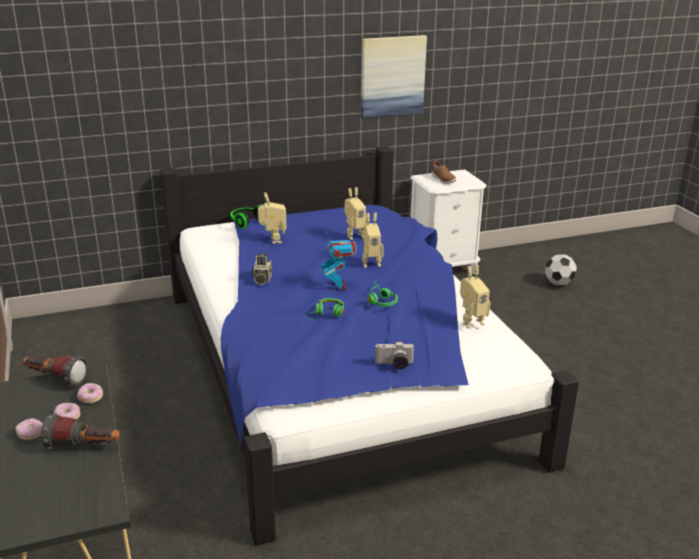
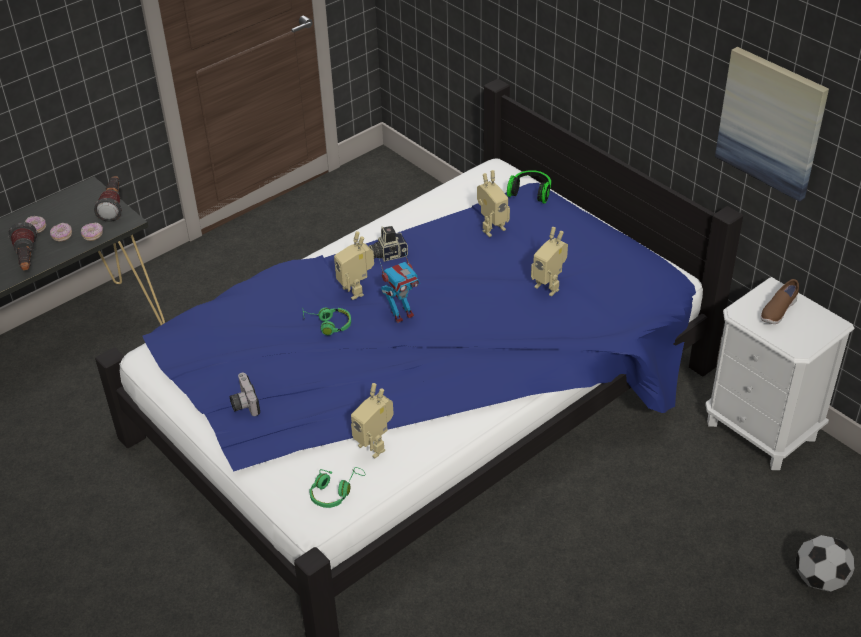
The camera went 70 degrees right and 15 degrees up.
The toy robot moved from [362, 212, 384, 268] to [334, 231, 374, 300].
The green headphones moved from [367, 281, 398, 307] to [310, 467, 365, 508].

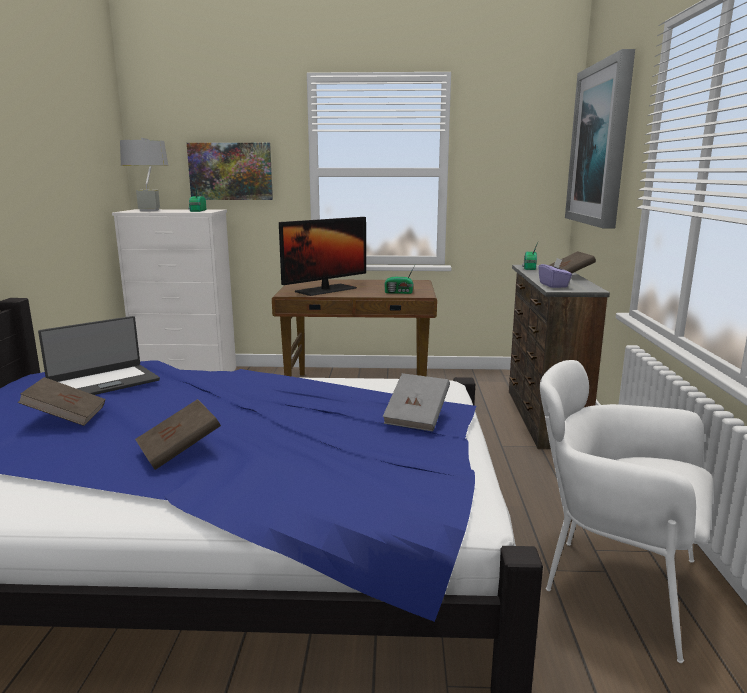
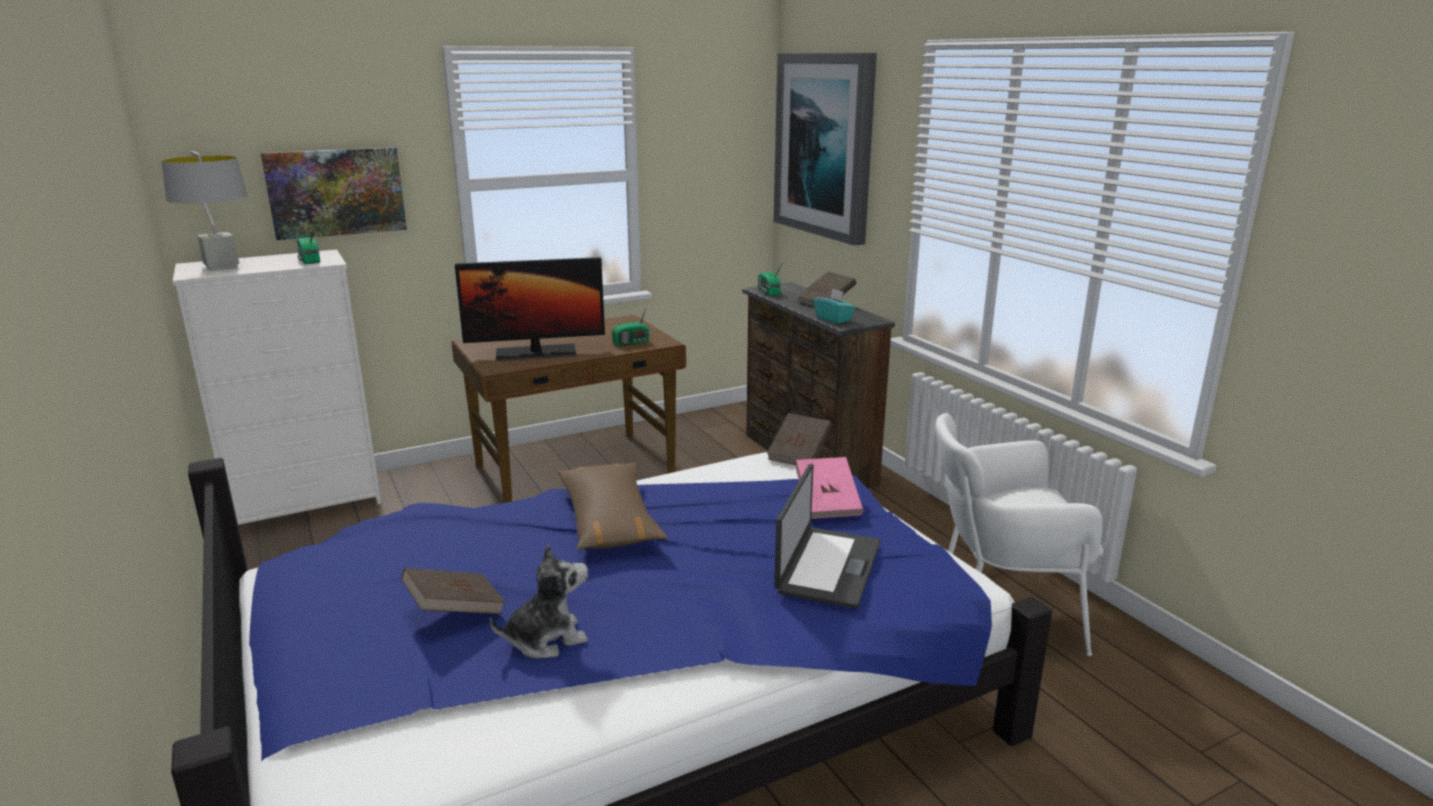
The camera went 30 degrees left and 5 degrees up.
The monitor at [279, 217, 366, 296] turned 60 degrees clockwise.
The purple tissue box at [538, 258, 572, 288] became the turquoise tissue box at [813, 289, 856, 324].
The laptop moved from [38, 316, 160, 395] to [774, 464, 881, 608].
The grey book at [383, 373, 450, 432] became the pink book at [795, 457, 864, 519].
The brown book moved from [135, 399, 221, 470] to [767, 413, 832, 465].
The brown pillow at [558, 462, 668, 549] appeared.
The plush toy at [489, 545, 588, 659] appeared.

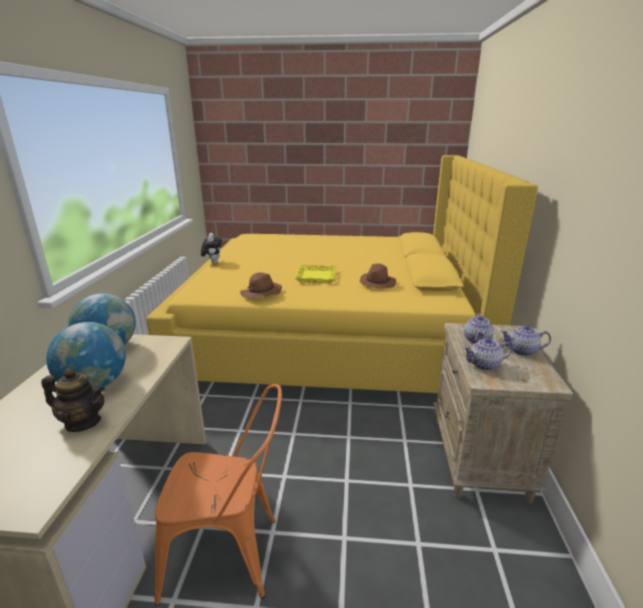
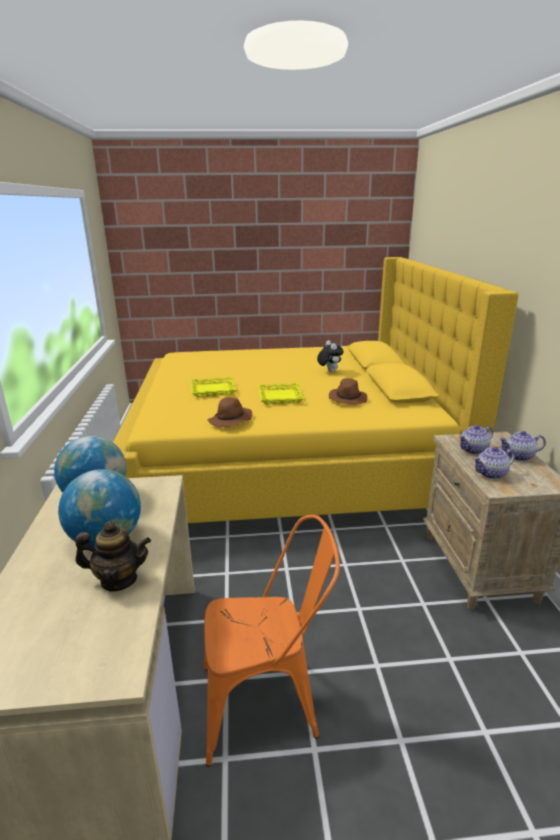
The camera went 10 degrees left and 0 degrees up.
The plush toy moved from [201, 233, 222, 264] to [317, 341, 343, 373].
The teapot at [464, 313, 494, 344] turned 60 degrees clockwise.
The yellow tray at [190, 376, 237, 397] appeared.

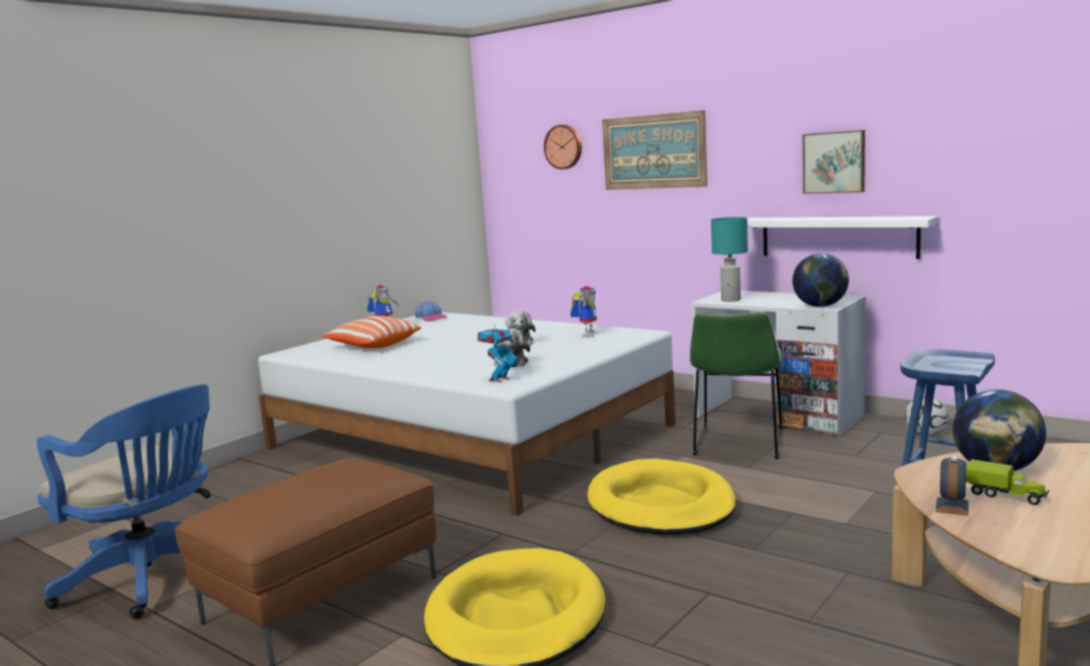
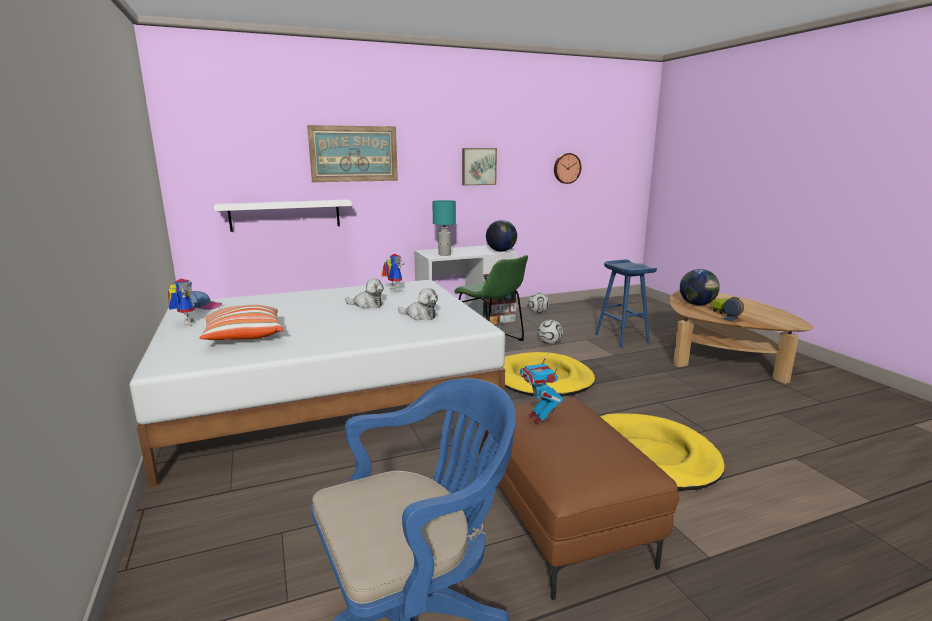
The camera went 60 degrees left and 5 degrees up.
The wall clock moved from [544, 125, 582, 169] to [554, 153, 581, 184].
The white shelf moved from [747, 216, 938, 259] to [214, 200, 352, 232].
The toy robot moved from [477, 320, 517, 382] to [520, 352, 563, 424].
The football at [538, 320, 563, 344] appeared.

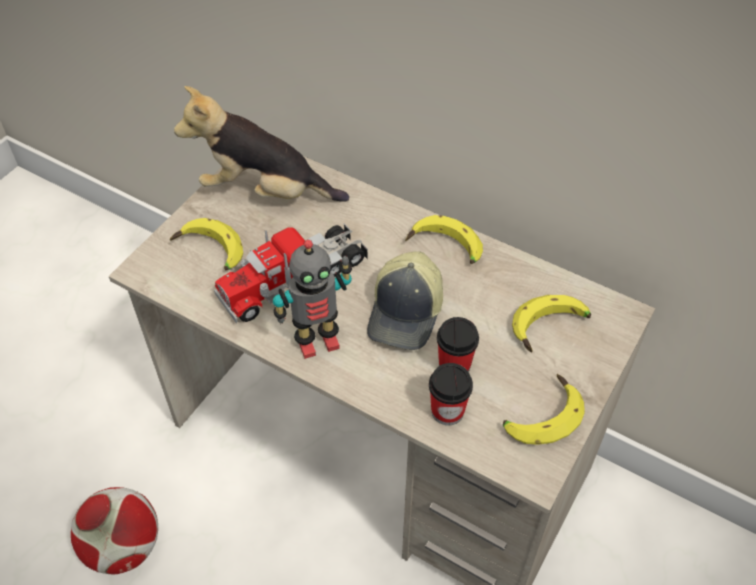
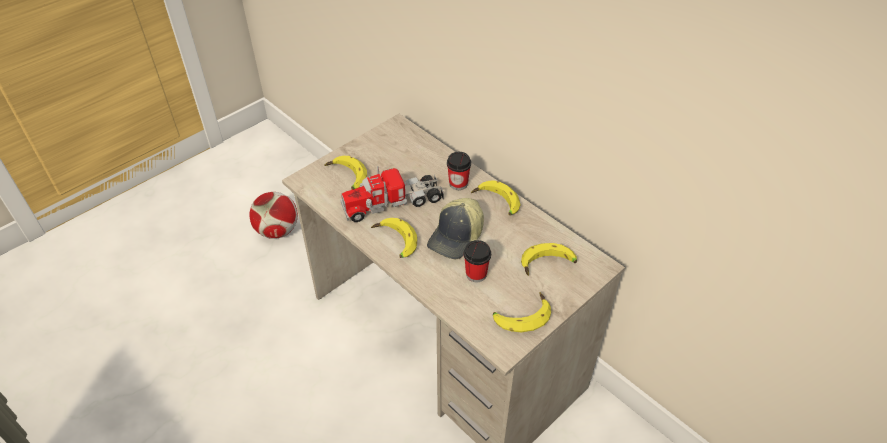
The camera went 15 degrees right and 5 degrees down.
The plush toy at [174, 86, 349, 202] disappeared.
The toy robot at [273, 240, 352, 359] was replaced by the banana at [371, 218, 417, 258].
The cup moved from [429, 363, 473, 426] to [447, 152, 471, 190].
The football moved from [71, 487, 158, 574] to [249, 192, 298, 239].

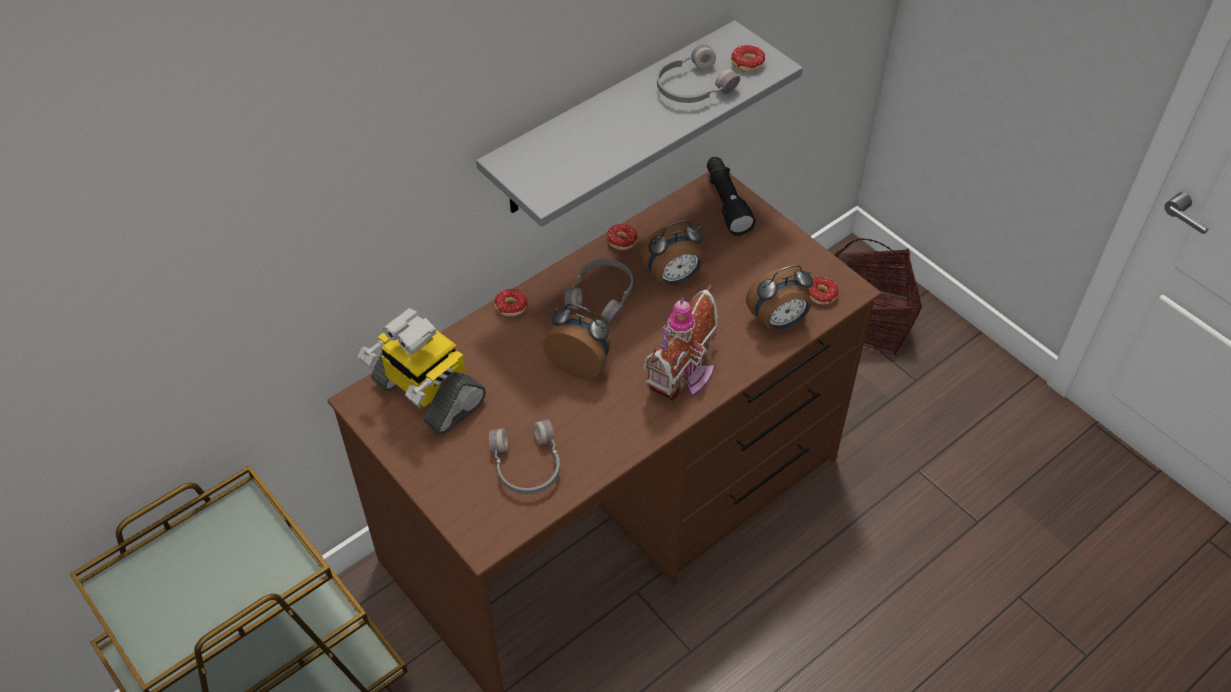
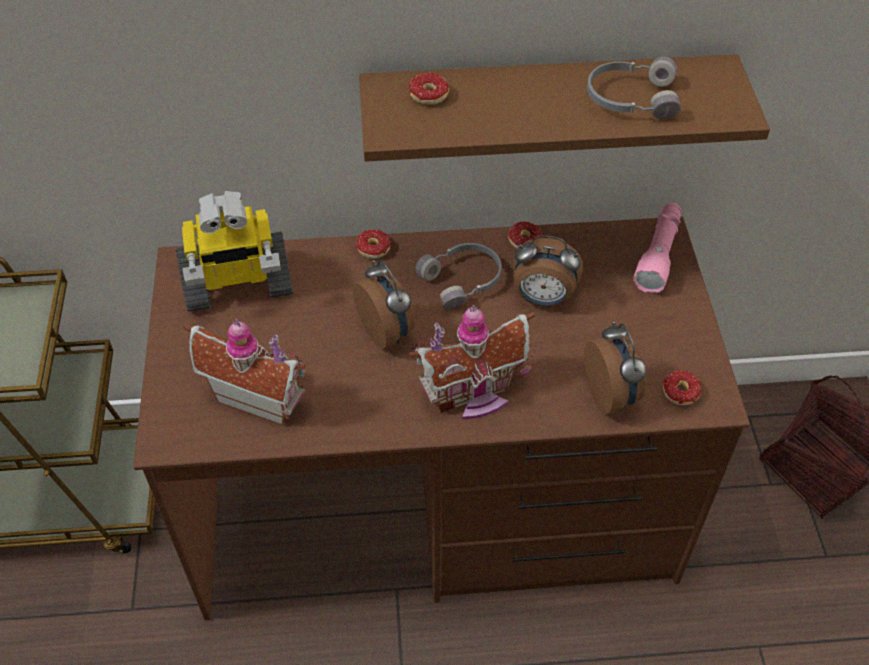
The camera went 35 degrees right and 0 degrees up.
The grey shelf at [476, 20, 803, 227] became the brown shelf at [359, 54, 770, 162].
The donut moved from [731, 45, 765, 72] to [409, 73, 449, 105].
The black flashlight at [707, 157, 756, 236] became the pink flashlight at [633, 203, 682, 293].
The alarm clock at [746, 265, 814, 330] turned 120 degrees counterclockwise.
The toy robot at [358, 308, 486, 435] turned 90 degrees counterclockwise.
The grey headphones at [489, 419, 560, 494] was replaced by the toy house at [183, 319, 306, 425].

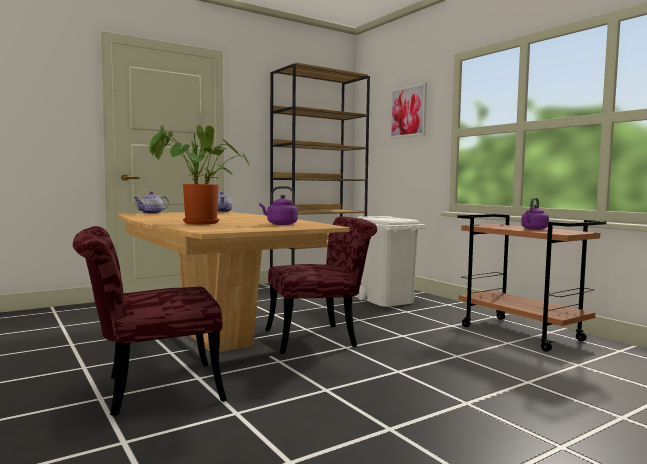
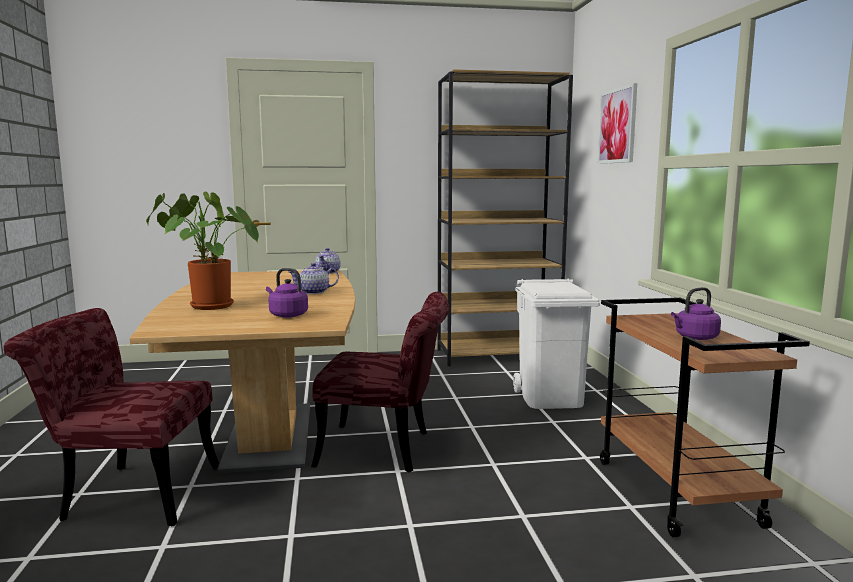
The camera went 25 degrees right and 5 degrees up.
The teapot moved from [133, 192, 169, 214] to [288, 263, 339, 294].

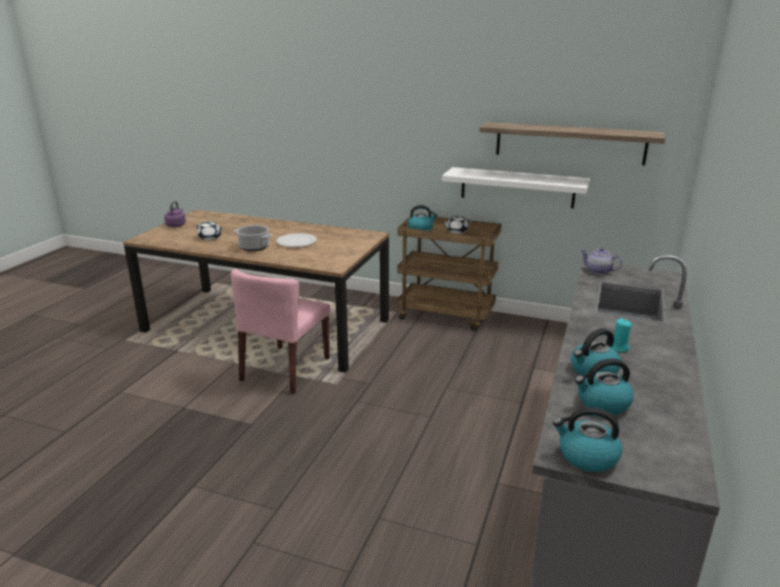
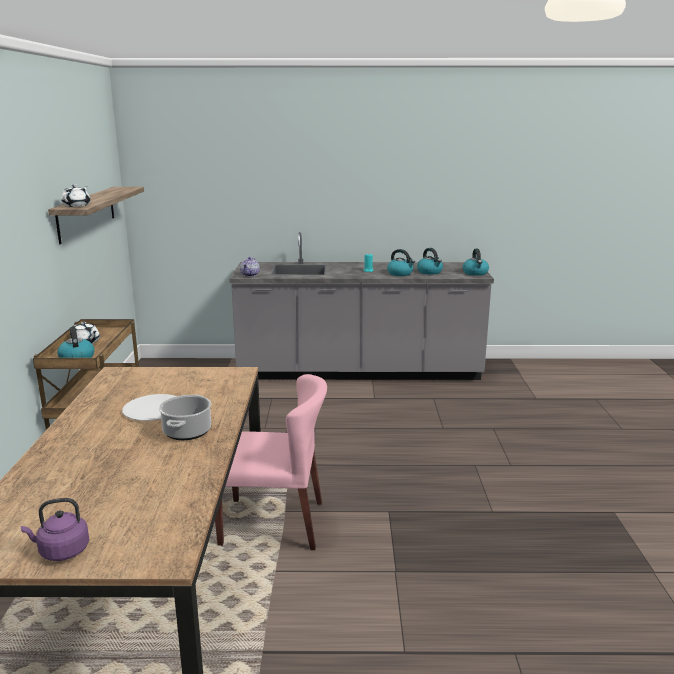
The camera went 110 degrees left and 5 degrees down.
The white shelf at [442, 167, 590, 208] disappeared.
The white teapot moved from [196, 220, 223, 240] to [61, 184, 90, 207].

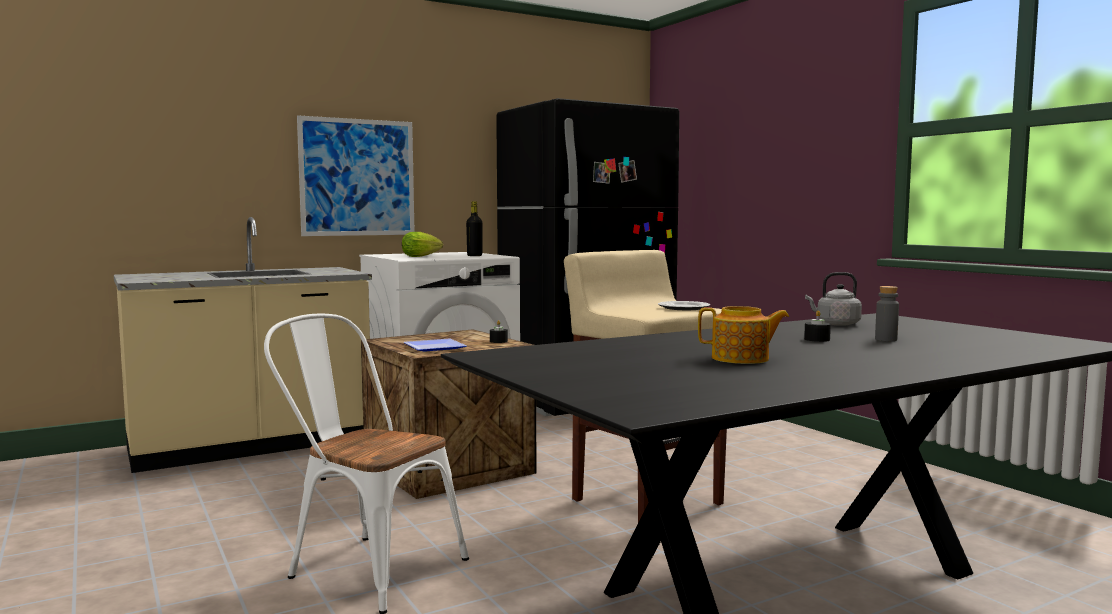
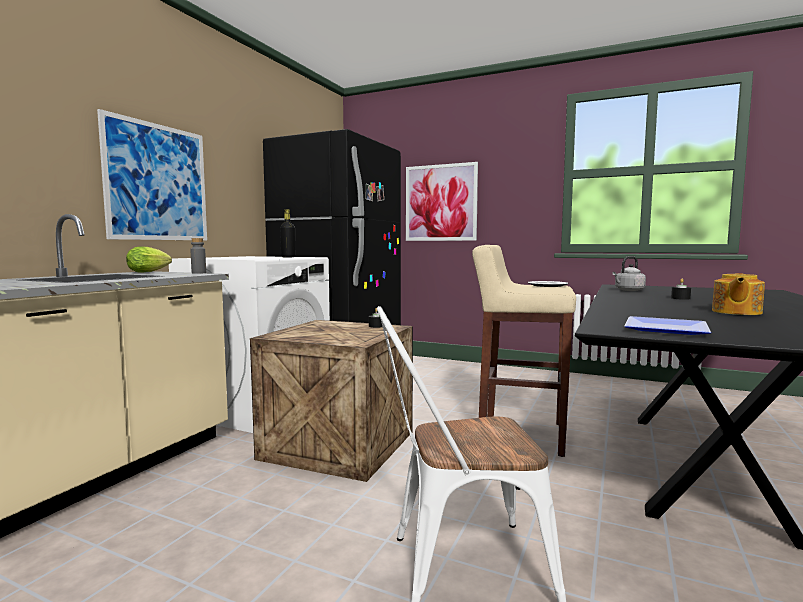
The camera went 35 degrees left and 0 degrees up.
The lettuce moved from [402, 232, 443, 257] to [126, 247, 172, 273].
The grey bottle moved from [875, 286, 899, 341] to [190, 238, 206, 274].
The teapot at [698, 306, 789, 364] turned 150 degrees clockwise.
The plate moved from [404, 339, 467, 351] to [624, 316, 711, 335].
The picture at [406, 162, 478, 241] appeared.

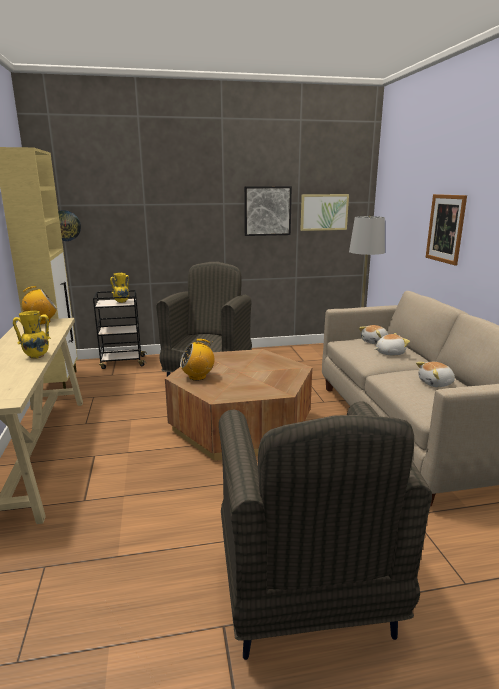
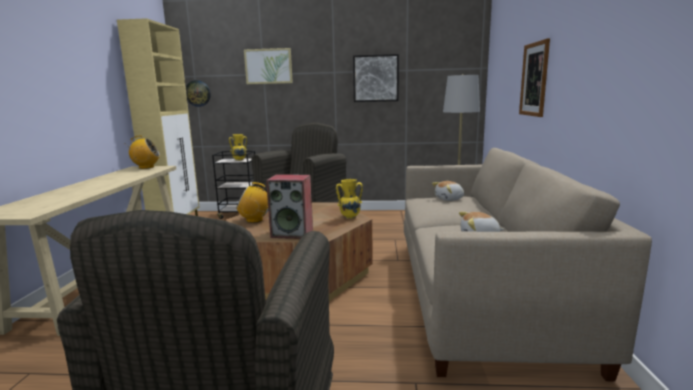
The camera went 15 degrees right and 5 degrees down.
The picture moved from [300, 194, 349, 231] to [244, 48, 293, 84].
The yellow vase moved from [13, 311, 51, 359] to [336, 179, 363, 219].
The plush toy at [375, 333, 410, 355] disappeared.
The speaker at [266, 174, 313, 239] appeared.

